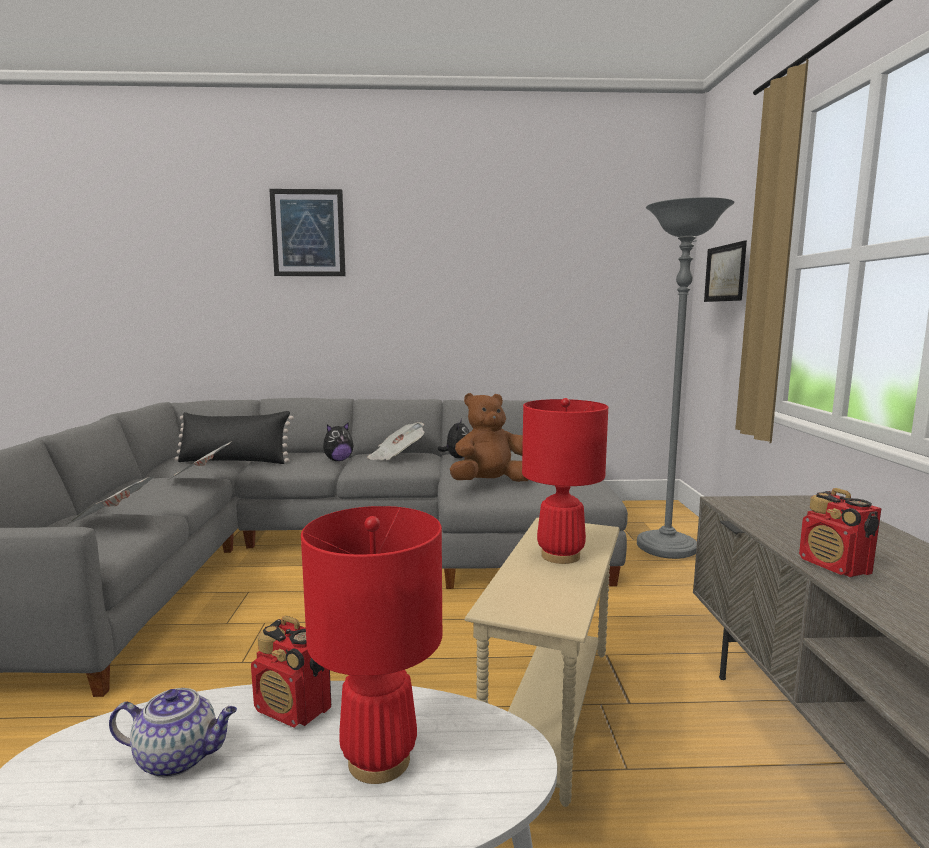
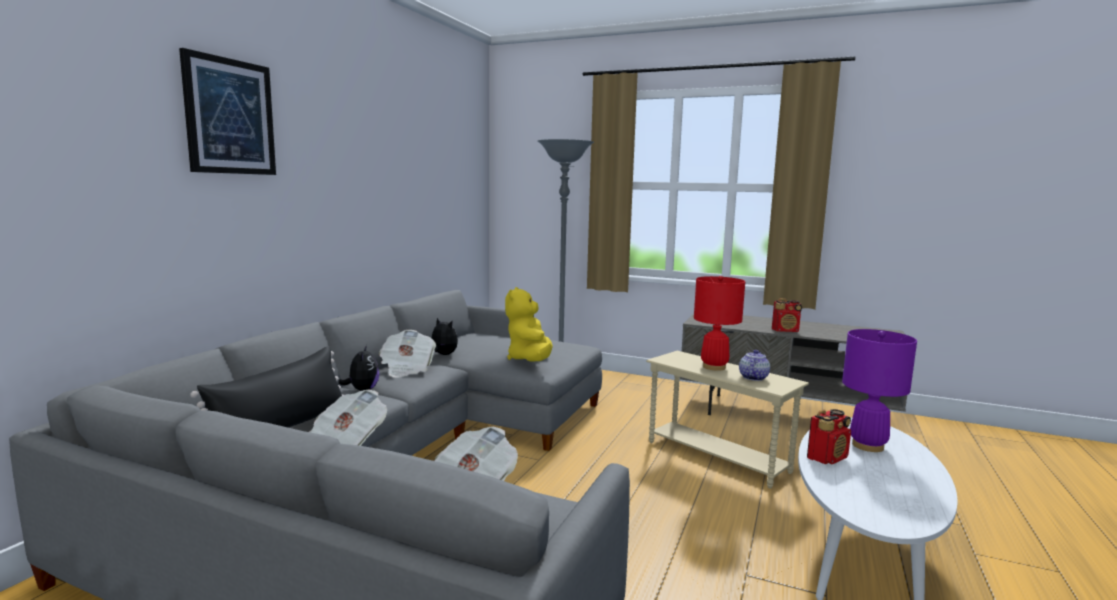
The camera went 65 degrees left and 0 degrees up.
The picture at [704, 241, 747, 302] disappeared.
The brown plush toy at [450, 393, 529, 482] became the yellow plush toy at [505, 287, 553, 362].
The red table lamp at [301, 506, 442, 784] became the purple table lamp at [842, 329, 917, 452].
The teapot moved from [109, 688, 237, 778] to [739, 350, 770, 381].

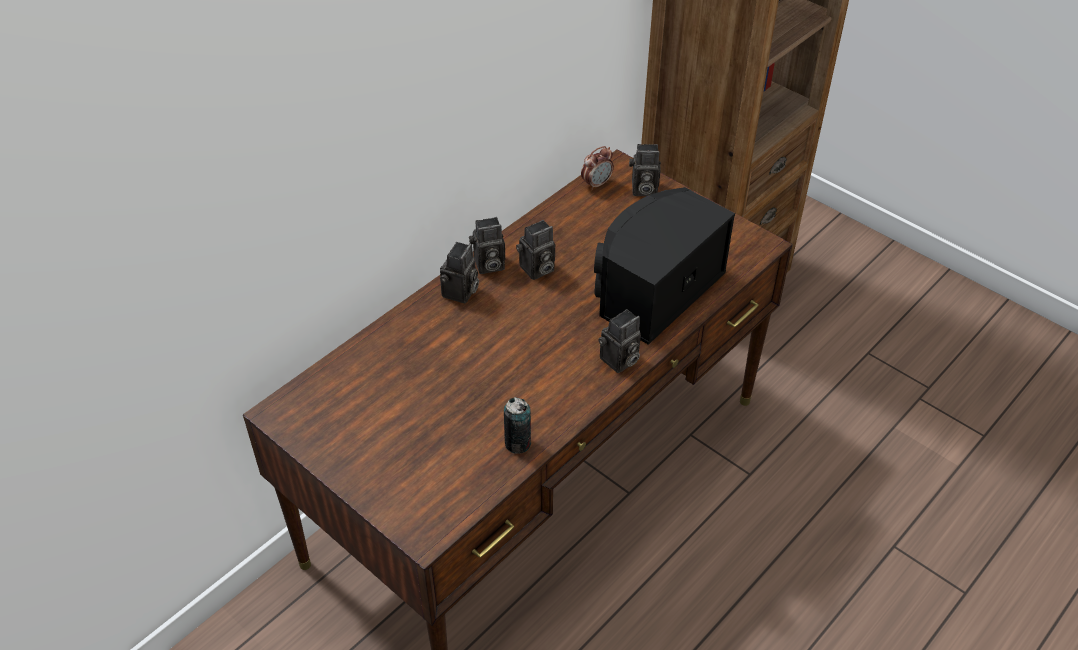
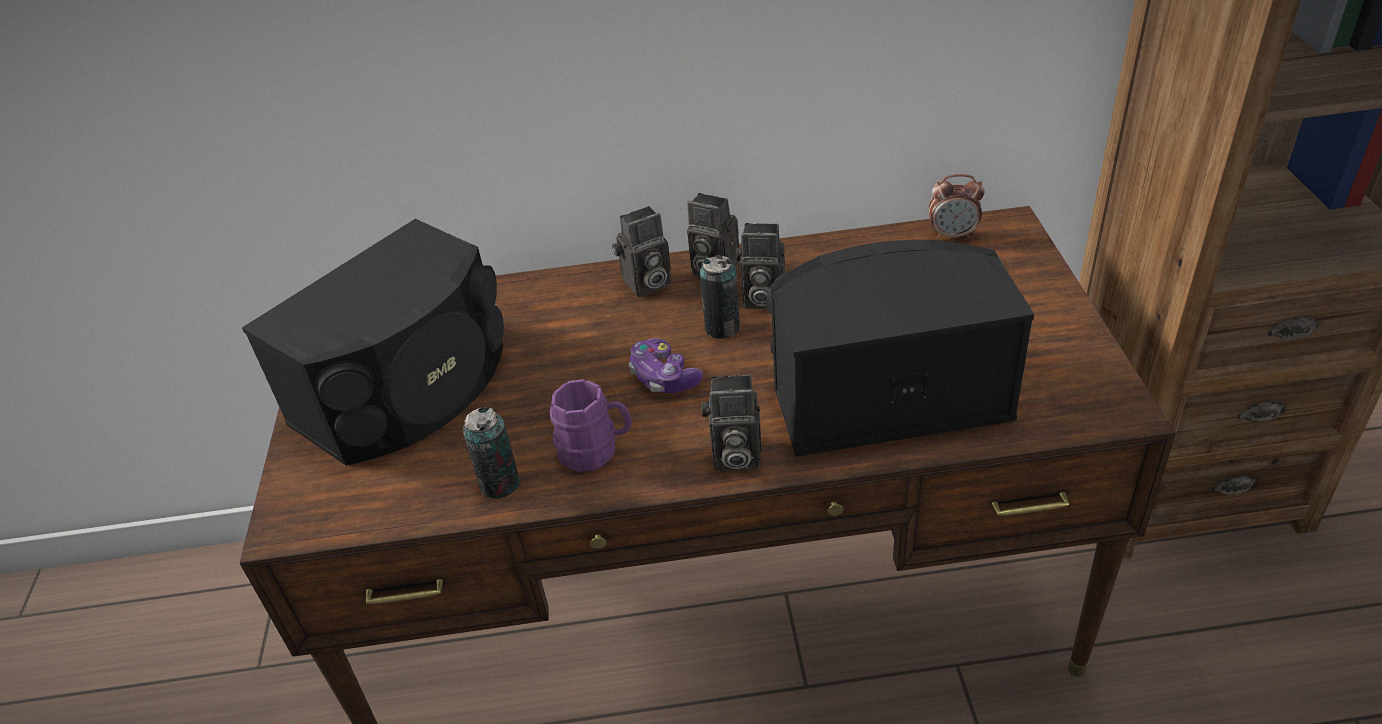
The camera went 45 degrees right and 5 degrees down.
The photo camera at [629, 144, 661, 196] disappeared.
The black speaker at [242, 219, 504, 466] appeared.
The can at [700, 255, 740, 339] appeared.
The game controller at [629, 338, 703, 394] appeared.
The purple mug at [550, 379, 632, 472] appeared.

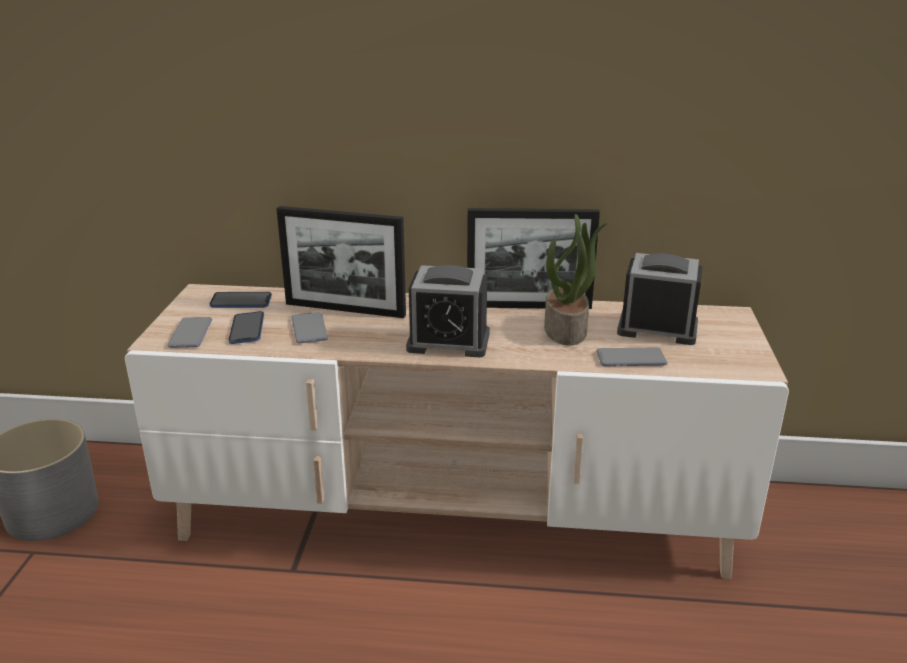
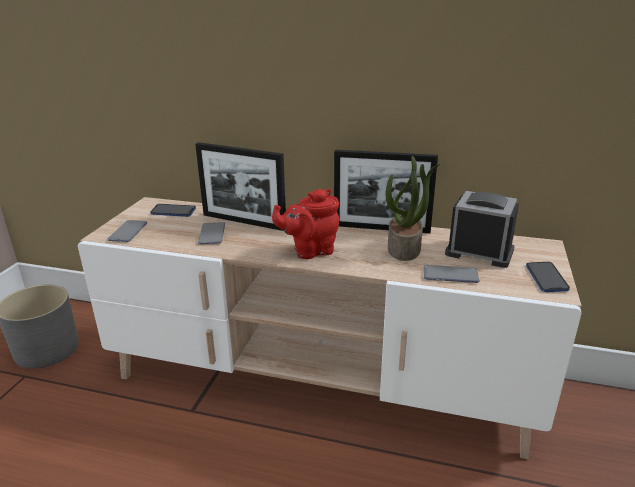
The camera went 10 degrees right and 0 degrees up.
The alarm clock at [406, 265, 490, 357] was replaced by the red teapot at [272, 189, 339, 259].
The phone moved from [228, 311, 264, 344] to [526, 262, 570, 292].

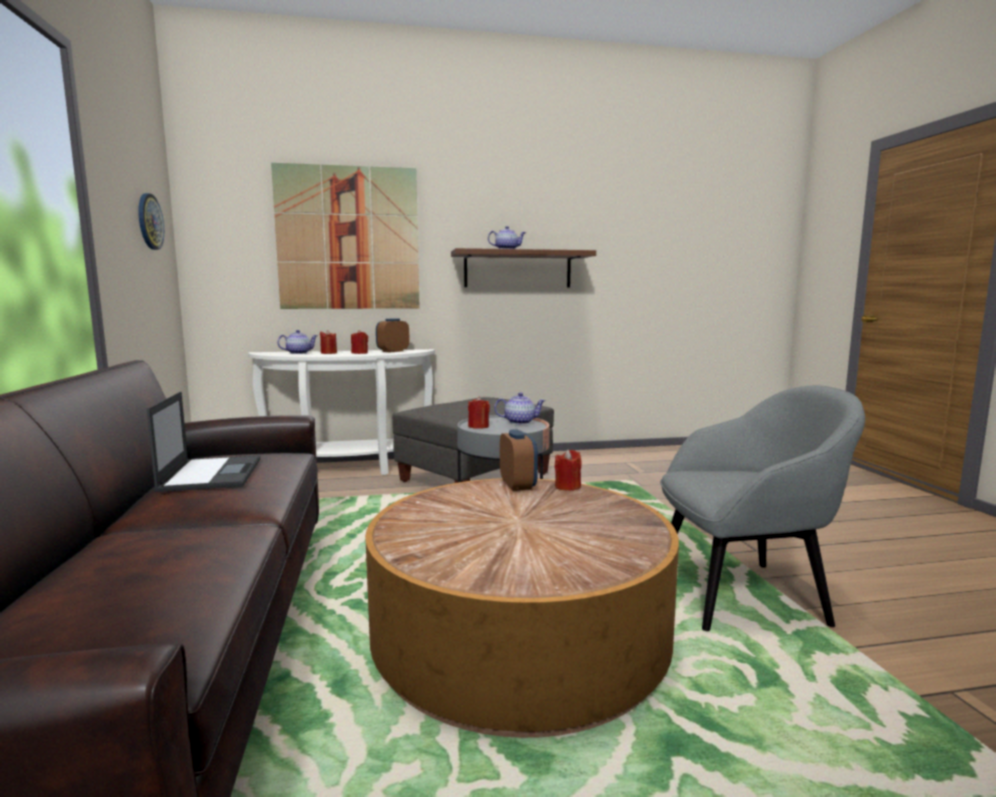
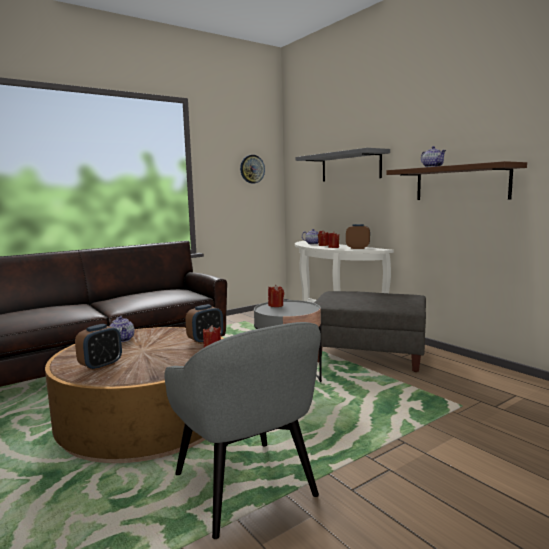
The camera went 65 degrees right and 0 degrees up.
The picture at [271, 163, 420, 309] was replaced by the grey shelf at [296, 148, 390, 181].
The laptop at [147, 392, 260, 492] disappeared.
The teapot moved from [494, 392, 546, 425] to [110, 316, 134, 342].
The alarm clock at [75, 324, 122, 371] appeared.

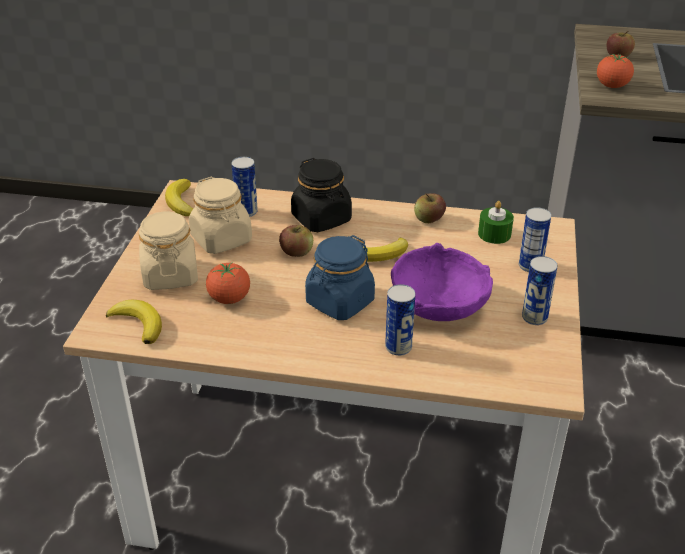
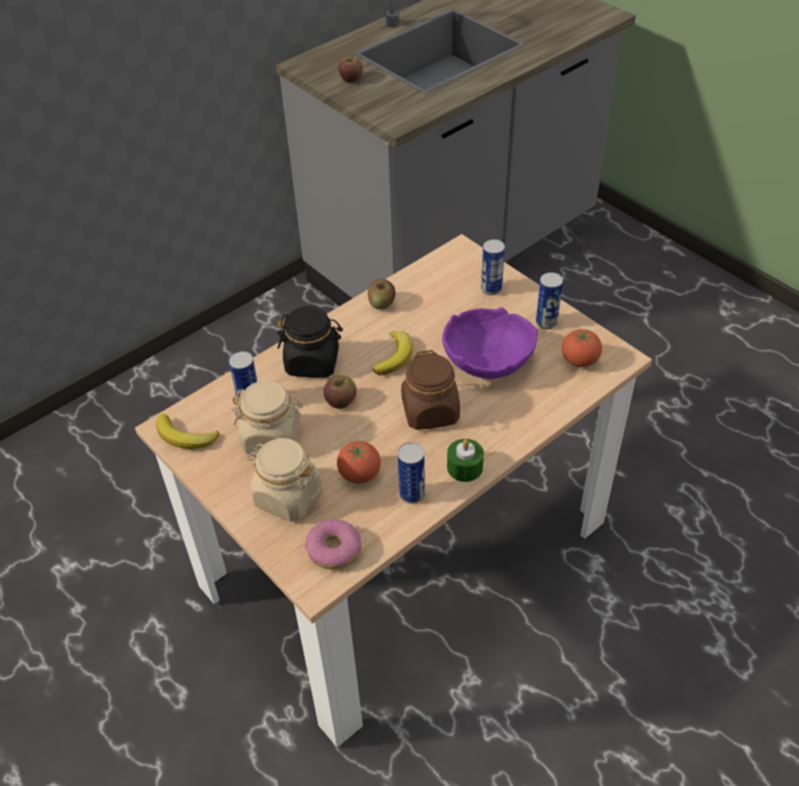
The camera went 50 degrees left and 10 degrees up.
The tomato moved from [597, 54, 634, 88] to [562, 329, 602, 367].
The green candle moved from [478, 201, 514, 244] to [447, 439, 484, 482].
The blue jar at [305, 235, 375, 320] became the brown jar at [401, 350, 460, 430].
The can moved from [385, 284, 415, 356] to [398, 443, 425, 504].
The banana at [106, 300, 162, 344] was replaced by the donut at [305, 519, 362, 570].

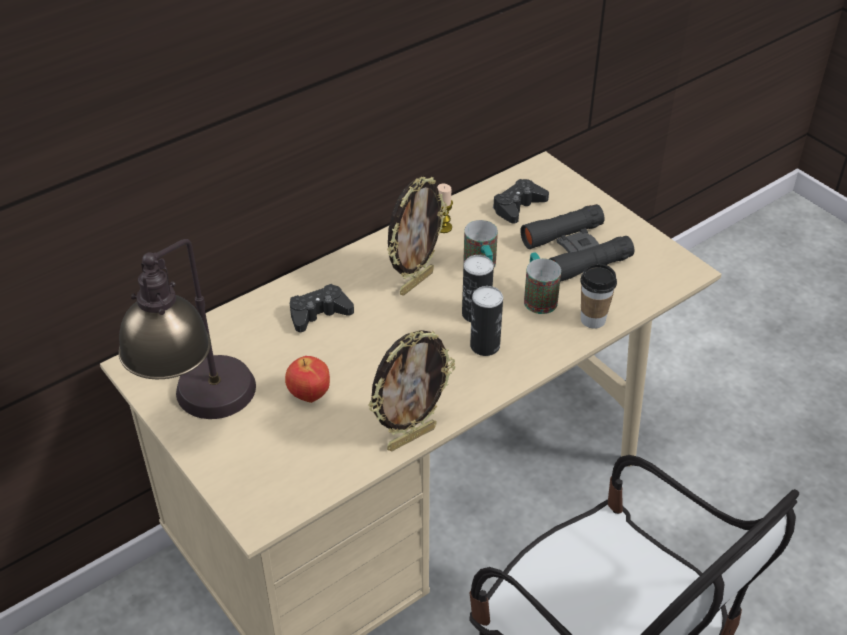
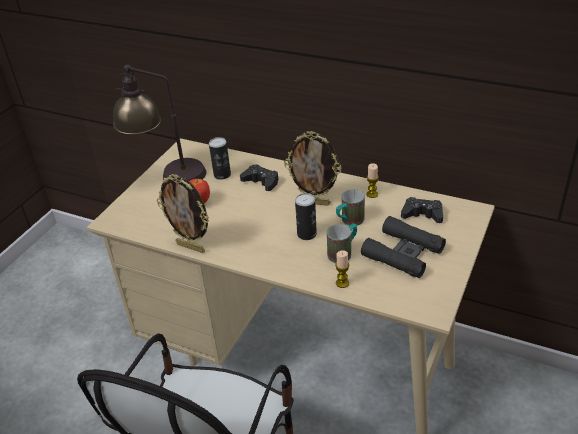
The camera went 65 degrees right and 5 degrees down.
The cup at [580, 263, 617, 329] was replaced by the candle at [335, 250, 349, 288].
The can moved from [470, 286, 503, 356] to [209, 137, 231, 180].

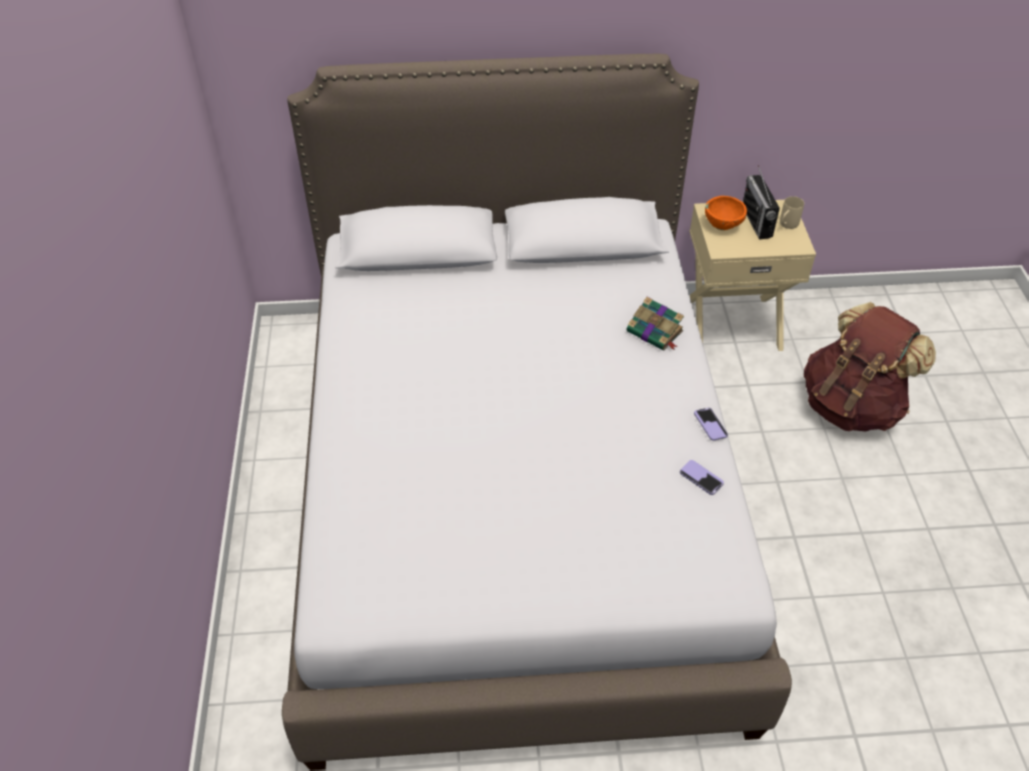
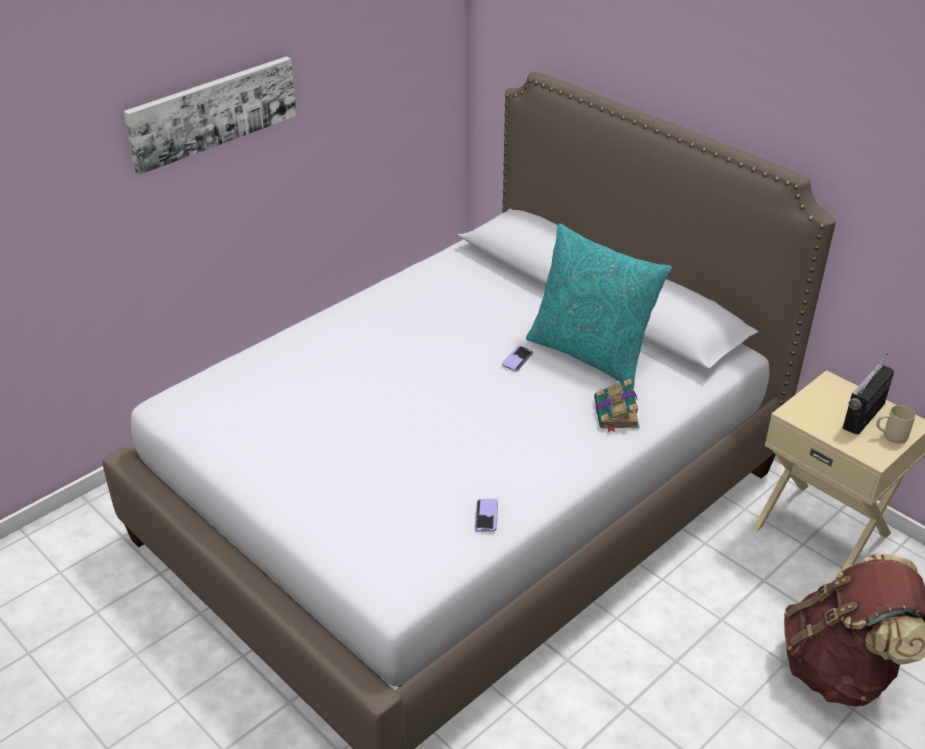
The camera went 50 degrees right and 10 degrees down.
The orange bowl at [705, 196, 747, 230] disappeared.
The phone moved from [694, 407, 728, 441] to [502, 345, 533, 371].
The picture at [123, 57, 297, 175] appeared.
The turquoise pillow at [526, 224, 672, 389] appeared.

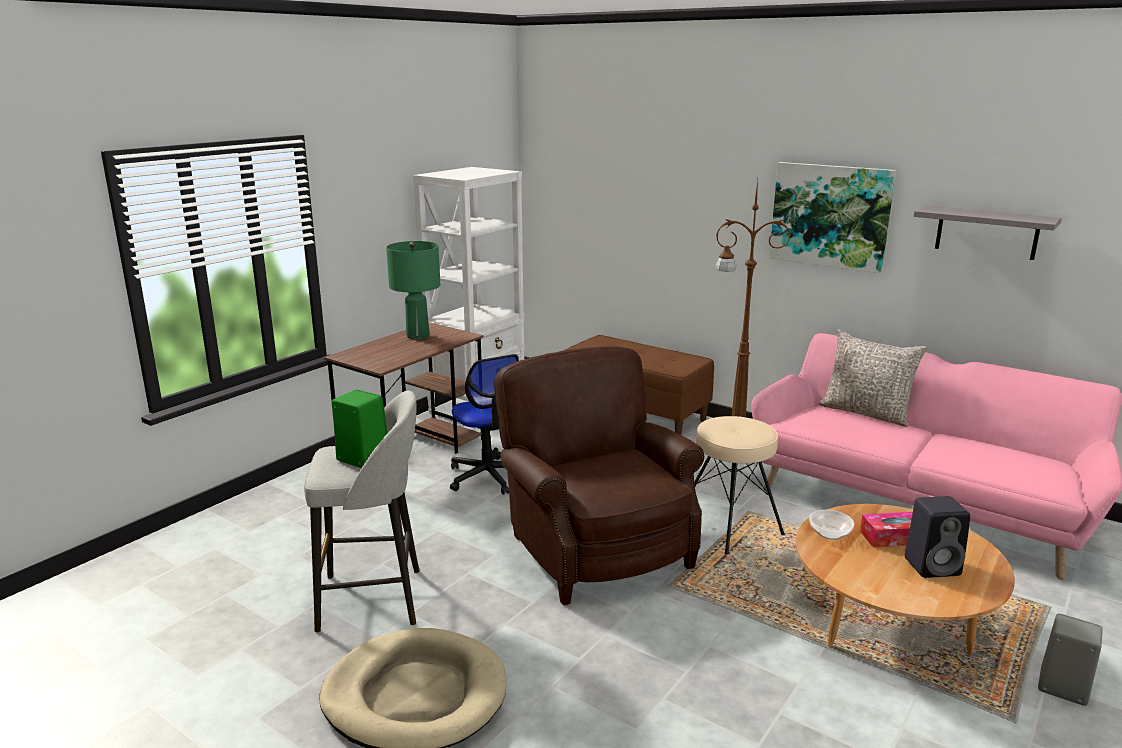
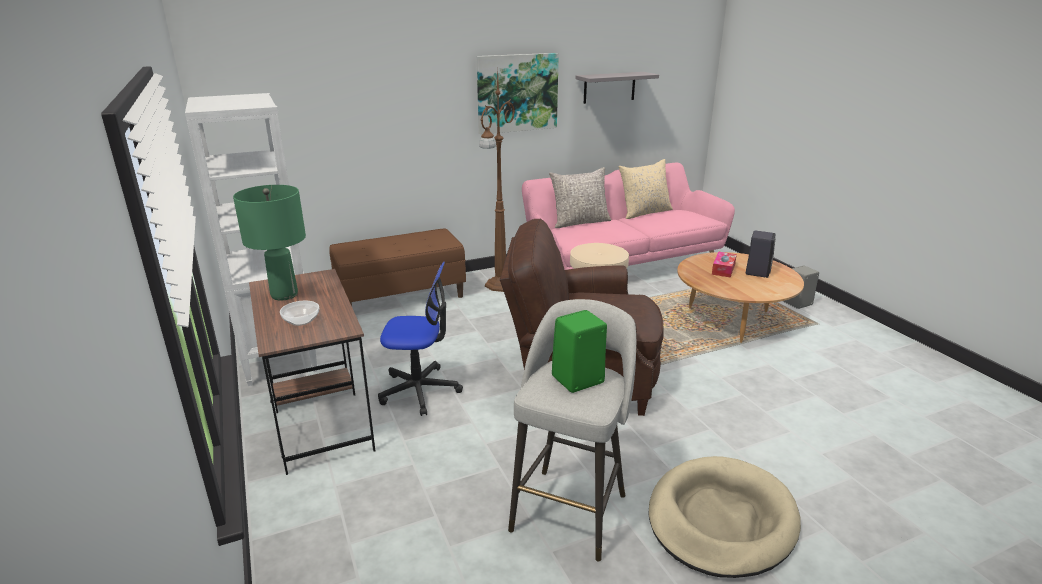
The camera went 60 degrees left and 5 degrees up.
The bowl moved from [810, 510, 854, 540] to [280, 301, 319, 326].
The beige pillow at [619, 159, 673, 219] appeared.

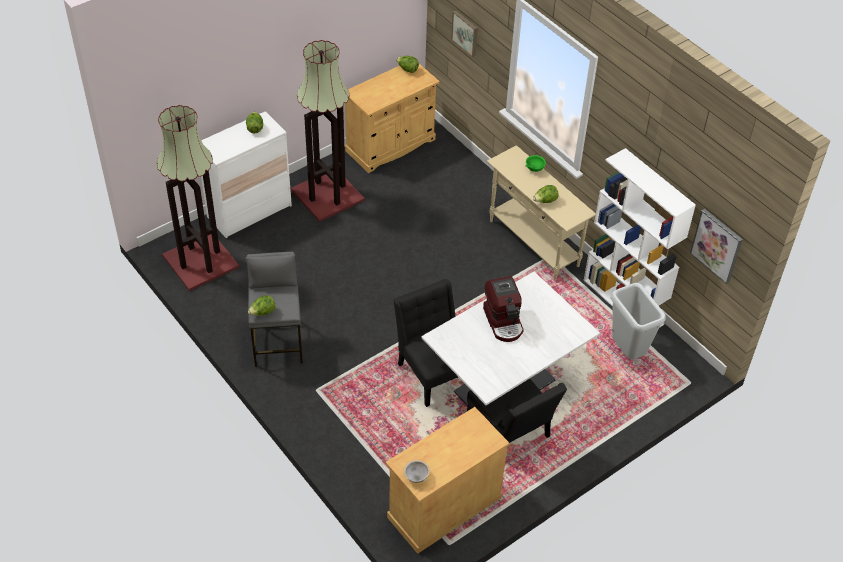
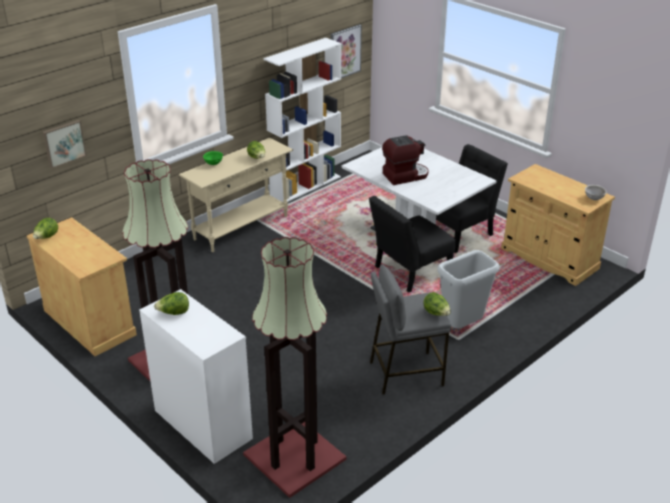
The camera went 95 degrees left and 15 degrees down.
The grey trash can moved from [611, 283, 666, 359] to [437, 250, 500, 328].

